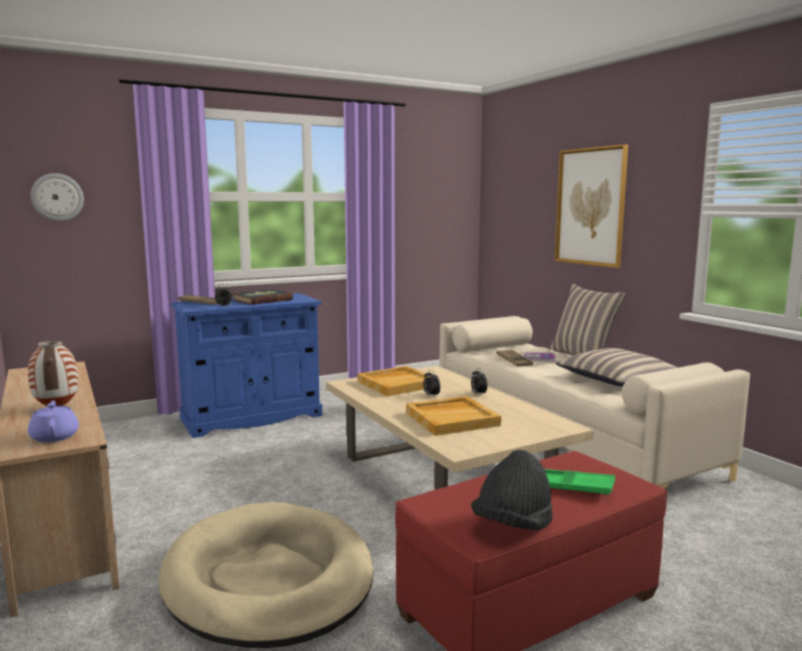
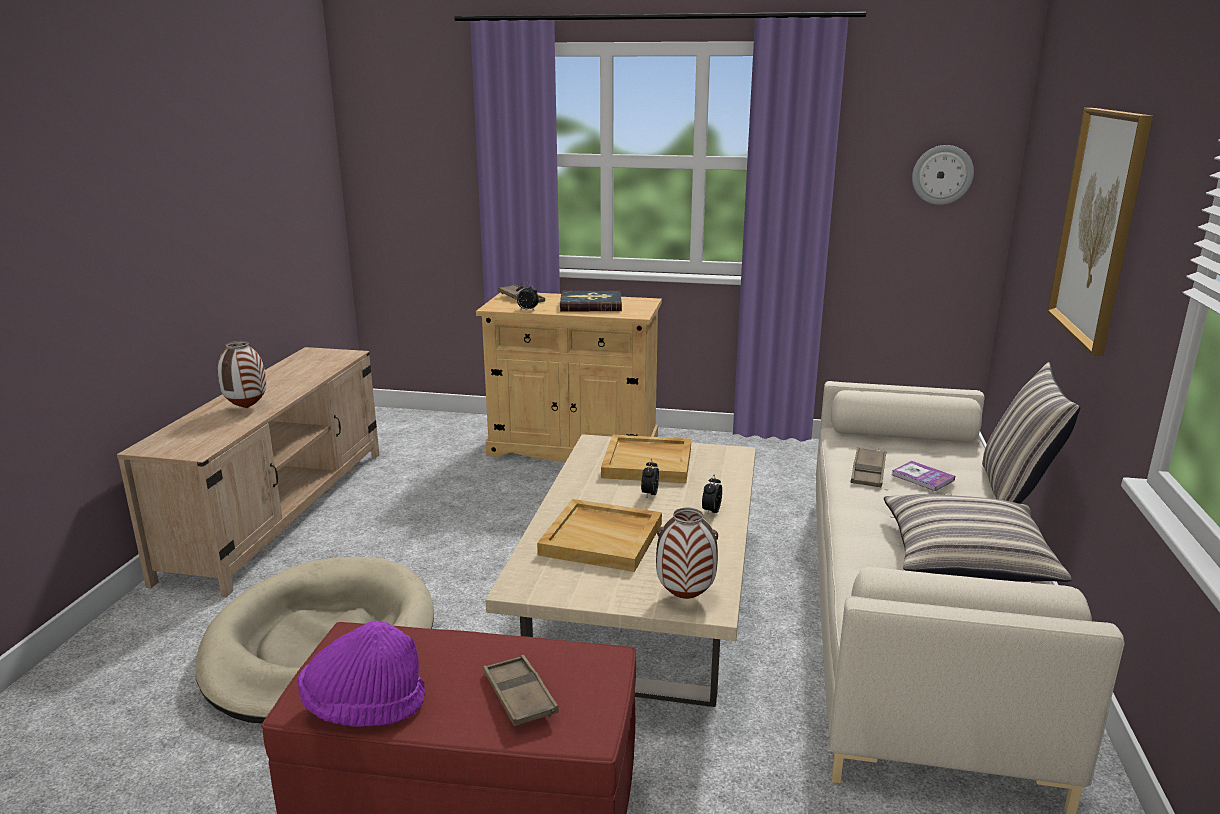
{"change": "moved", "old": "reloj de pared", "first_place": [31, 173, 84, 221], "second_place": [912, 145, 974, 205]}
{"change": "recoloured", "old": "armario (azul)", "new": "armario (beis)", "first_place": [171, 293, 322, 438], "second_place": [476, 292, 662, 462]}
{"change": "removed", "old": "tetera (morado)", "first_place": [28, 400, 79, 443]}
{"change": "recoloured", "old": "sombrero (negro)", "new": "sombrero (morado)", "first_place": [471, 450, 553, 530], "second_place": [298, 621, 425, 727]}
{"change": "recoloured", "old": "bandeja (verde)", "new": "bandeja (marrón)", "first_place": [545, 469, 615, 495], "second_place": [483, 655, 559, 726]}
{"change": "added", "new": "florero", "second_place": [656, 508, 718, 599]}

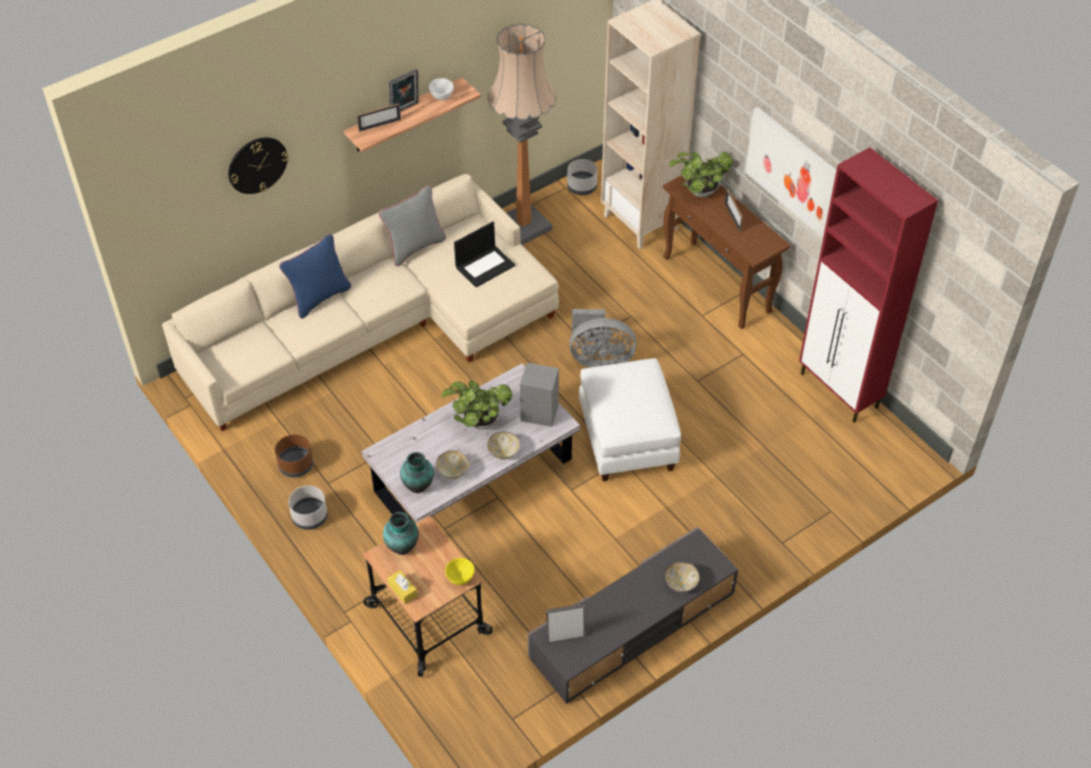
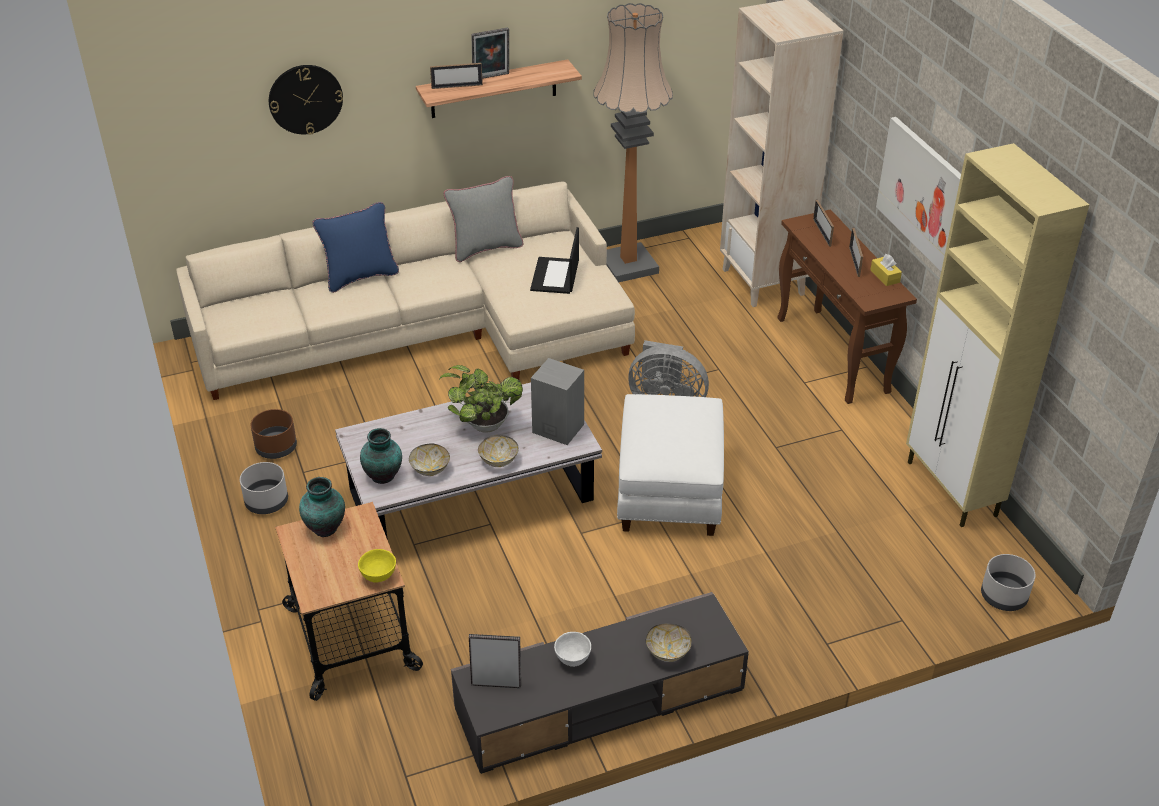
{"change": "moved", "old": "cuenco (blanco)", "first_place": [429, 78, 454, 100], "second_place": [554, 632, 591, 667]}
{"change": "recoloured", "old": "armario (rojo)", "new": "armario (beis)", "first_place": [799, 147, 938, 423], "second_place": [906, 143, 1089, 527]}
{"change": "replaced", "old": "planta en maceta", "new": "portarretratos", "first_place": [669, 152, 733, 198], "second_place": [813, 199, 834, 247]}
{"change": "moved", "old": "maceta (gris)", "first_place": [567, 159, 598, 195], "second_place": [981, 554, 1036, 611]}
{"change": "turned", "old": "portátil", "first_place": [454, 221, 515, 287], "second_place": [530, 227, 579, 294], "degrees": 120}
{"change": "moved", "old": "caja de pañuelos (amarillo)", "first_place": [388, 570, 418, 604], "second_place": [870, 254, 902, 286]}

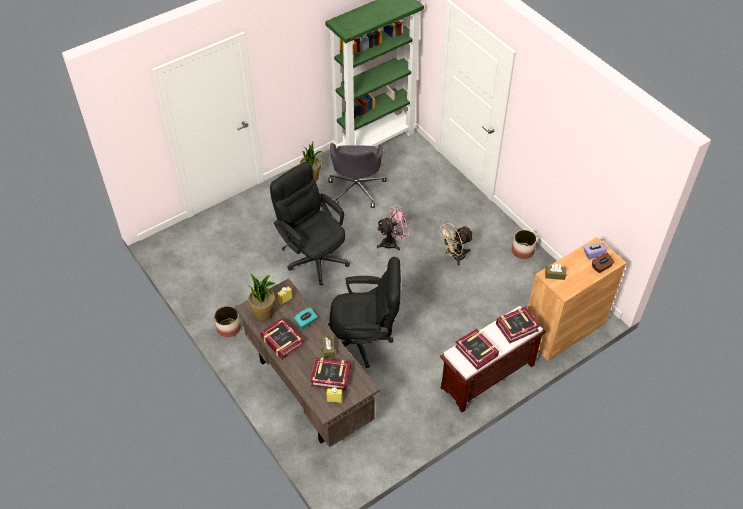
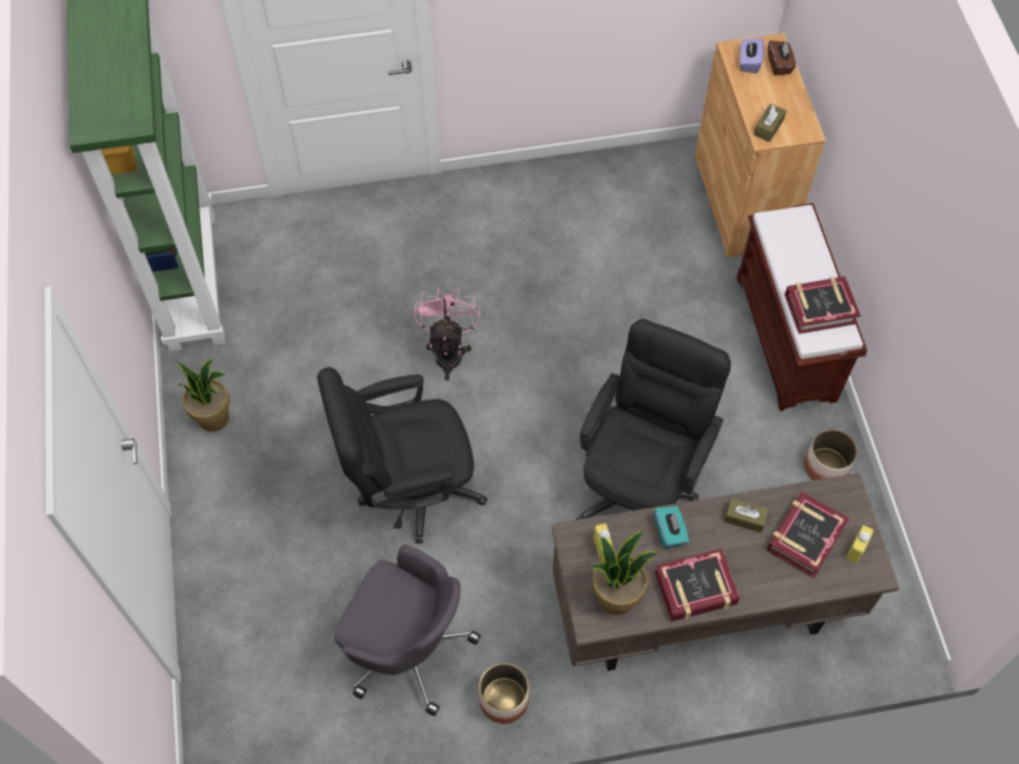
{"change": "moved", "old": "silla de oficina (gris)", "first_place": [328, 143, 386, 208], "second_place": [334, 544, 481, 716]}
{"change": "removed", "old": "ventilador (beis)", "first_place": [439, 223, 473, 265]}
{"change": "moved", "old": "maceta", "first_place": [512, 230, 537, 259], "second_place": [804, 429, 858, 480]}
{"change": "removed", "old": "libro", "first_place": [496, 307, 540, 343]}

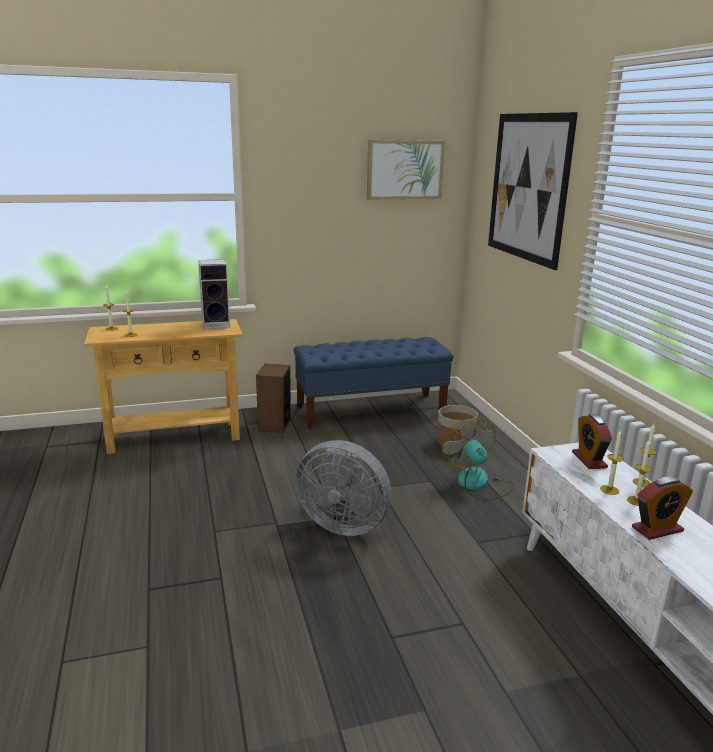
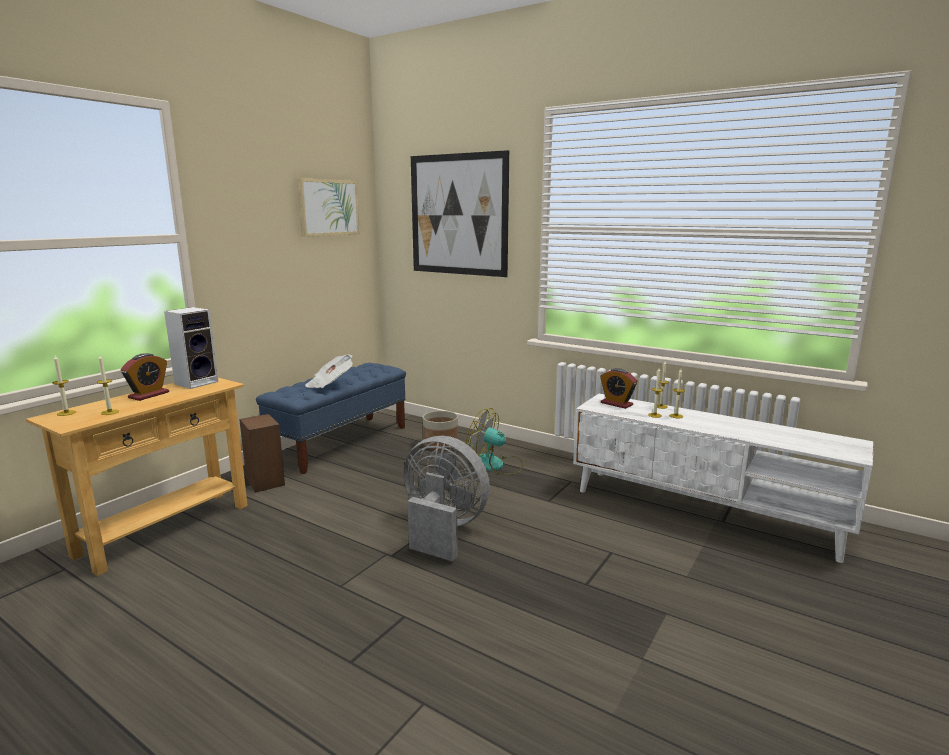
{"change": "turned", "old": "ventilador (gris)", "first_place": [295, 440, 391, 536], "second_place": [403, 436, 490, 561], "degrees": -135}
{"change": "moved", "old": "despertador", "first_place": [632, 477, 693, 540], "second_place": [121, 353, 169, 401]}
{"change": "added", "new": "periódico", "second_place": [305, 354, 353, 388]}

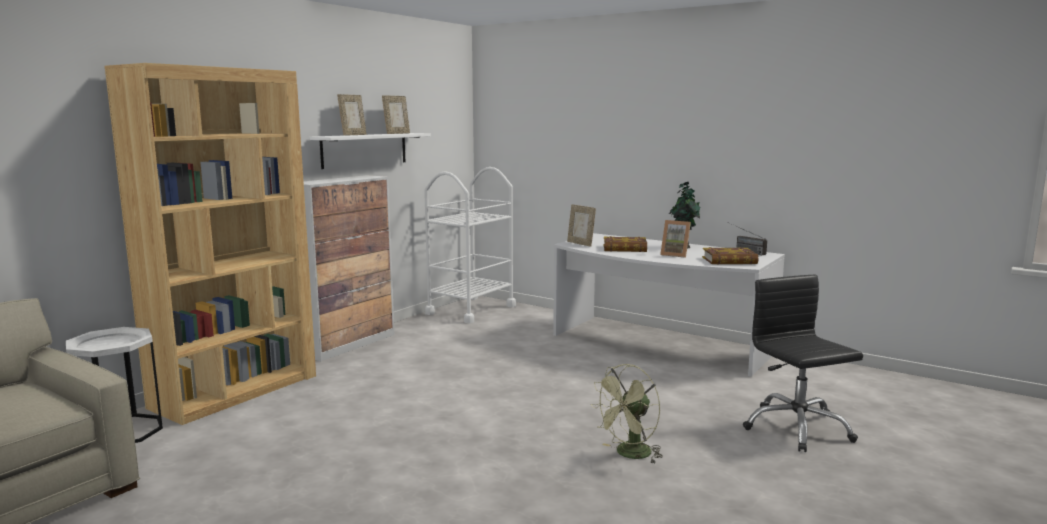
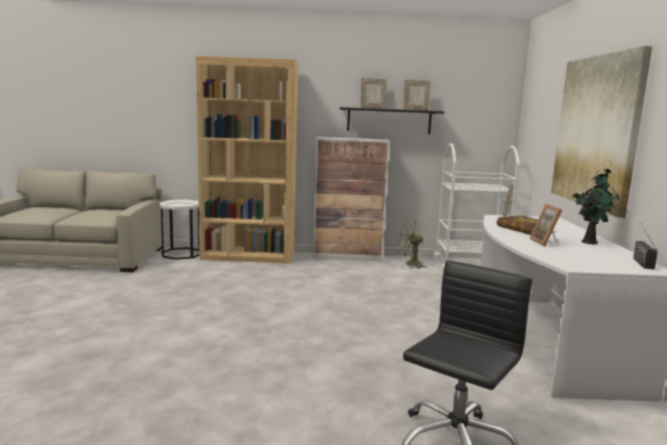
{"change": "recoloured", "old": "estante (blanco)", "new": "estante (negro)", "first_place": [310, 133, 431, 169], "second_place": [340, 107, 444, 134]}
{"change": "removed", "old": "libro", "first_place": [702, 247, 759, 264]}
{"change": "moved", "old": "ventilador (verde)", "first_place": [591, 364, 663, 464], "second_place": [398, 218, 428, 269]}
{"change": "added", "new": "cuadro", "second_place": [551, 46, 652, 218]}

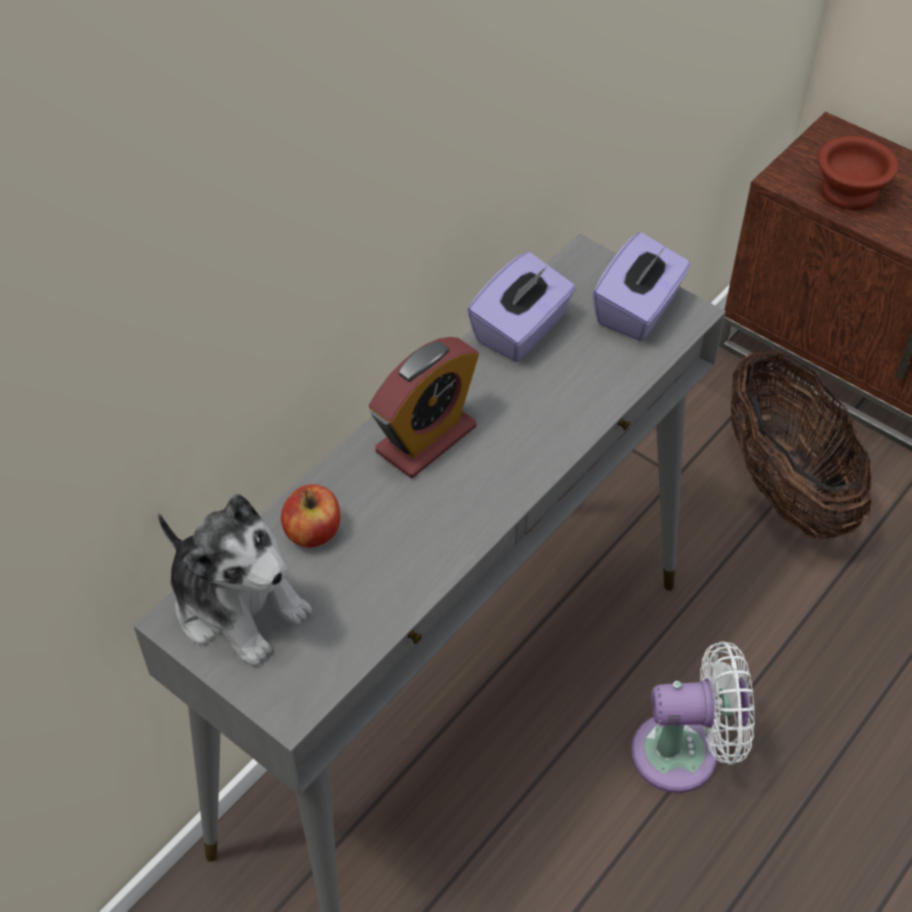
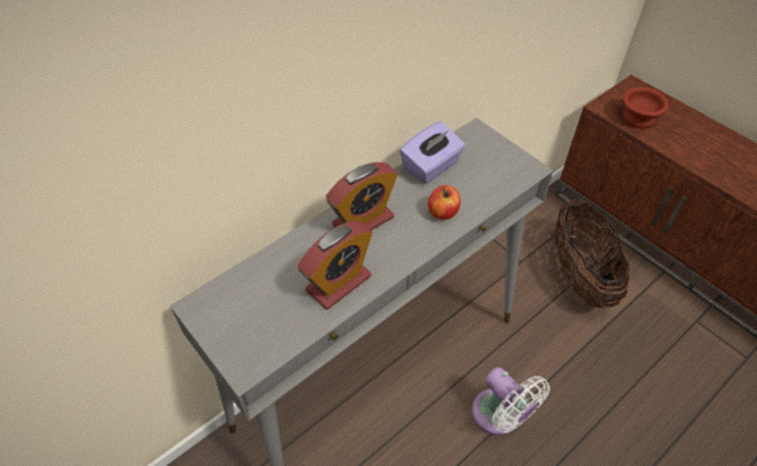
{"change": "removed", "old": "caja de pañuelos (morado)", "first_place": [593, 232, 691, 341]}
{"change": "moved", "old": "manzana", "first_place": [281, 484, 340, 548], "second_place": [428, 185, 460, 220]}
{"change": "removed", "old": "peluche", "first_place": [158, 494, 312, 667]}
{"change": "turned", "old": "ventilador (blanco)", "first_place": [631, 641, 755, 793], "second_place": [472, 367, 550, 435], "degrees": 45}
{"change": "added", "new": "despertador", "second_place": [297, 221, 372, 310]}

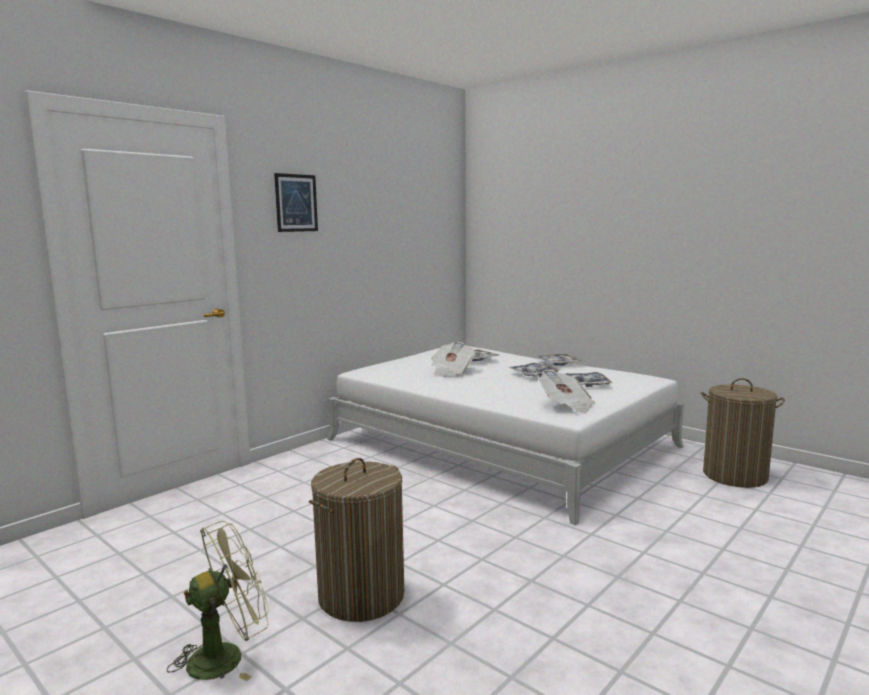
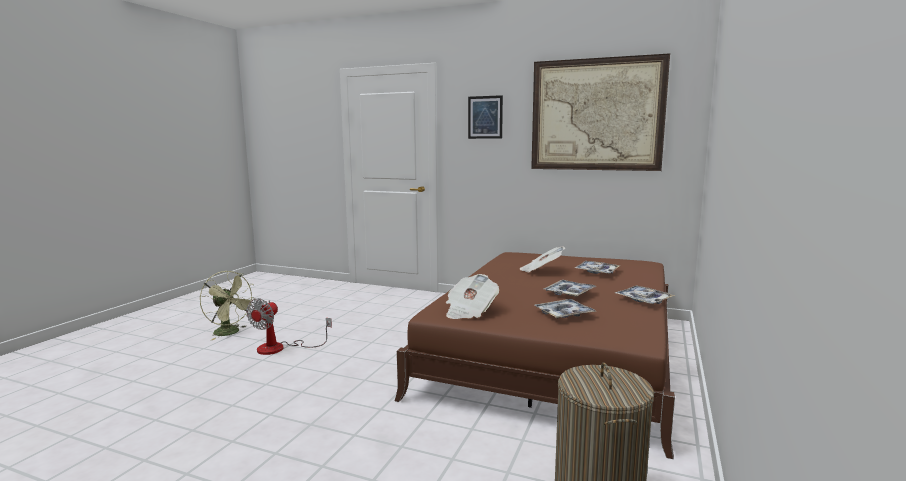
{"change": "recoloured", "old": "cama (blanco)", "new": "cama (marrón)", "first_place": [327, 346, 684, 525], "second_place": [394, 252, 675, 459]}
{"change": "replaced", "old": "cesto de la ropa", "new": "ventilador", "first_place": [309, 458, 404, 622], "second_place": [246, 298, 332, 355]}
{"change": "added", "new": "cuadro", "second_place": [531, 53, 670, 171]}

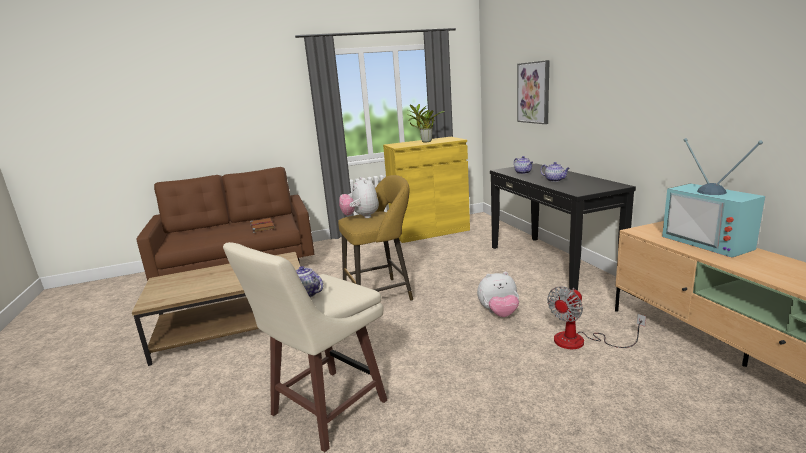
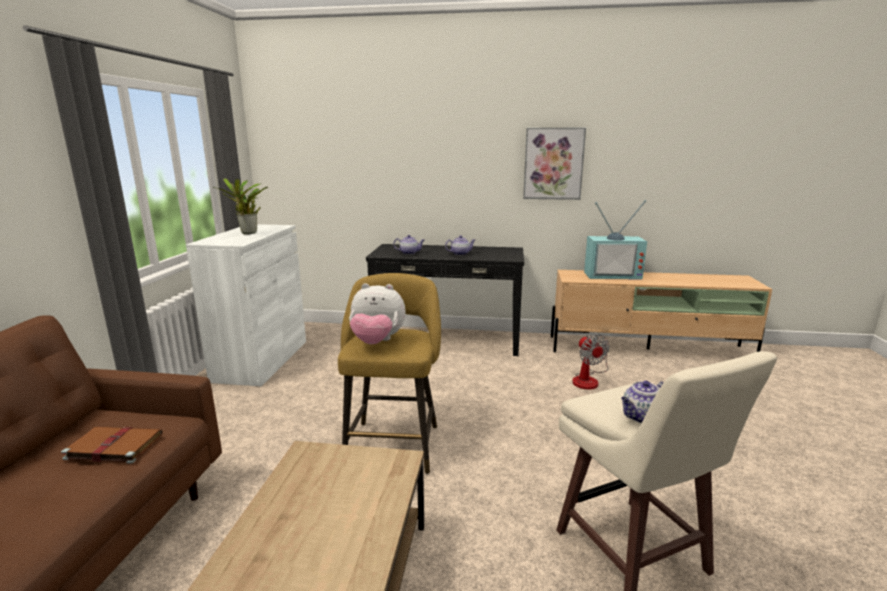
{"change": "moved", "old": "cuadro", "first_place": [517, 60, 550, 124], "second_place": [523, 128, 586, 200]}
{"change": "recoloured", "old": "armario (amarillo)", "new": "armario (blanco)", "first_place": [383, 137, 470, 243], "second_place": [186, 224, 306, 386]}
{"change": "removed", "old": "peluche", "first_place": [477, 272, 519, 317]}

